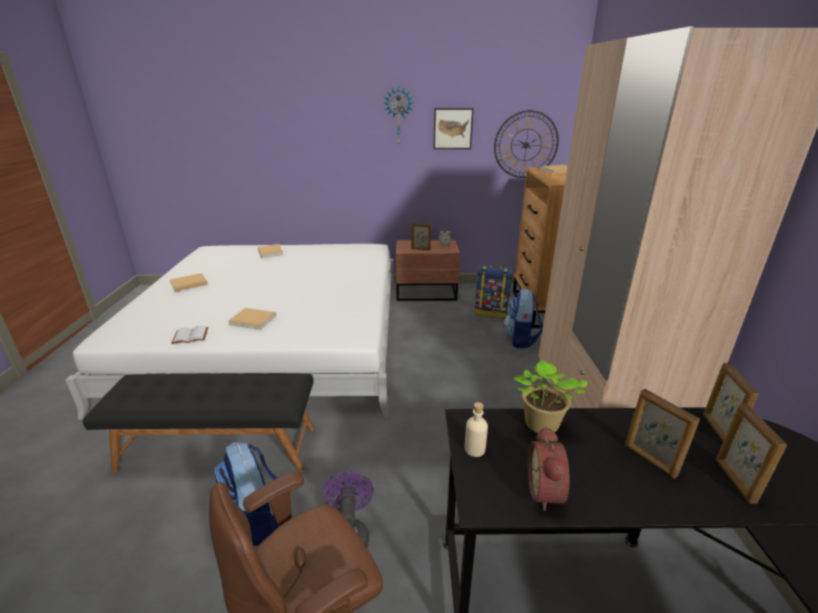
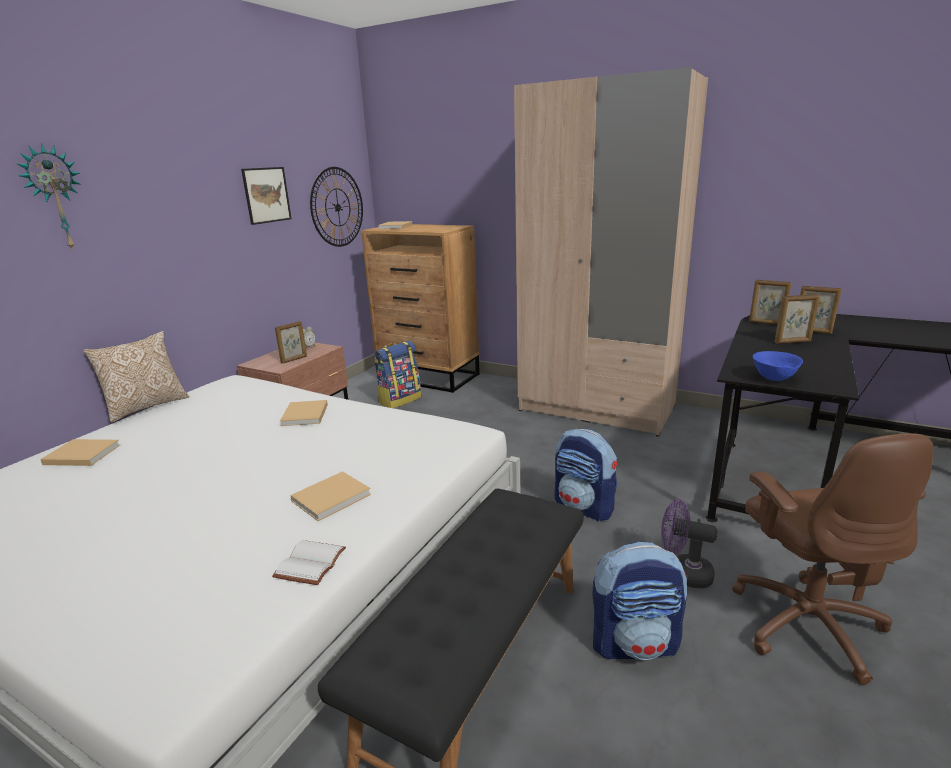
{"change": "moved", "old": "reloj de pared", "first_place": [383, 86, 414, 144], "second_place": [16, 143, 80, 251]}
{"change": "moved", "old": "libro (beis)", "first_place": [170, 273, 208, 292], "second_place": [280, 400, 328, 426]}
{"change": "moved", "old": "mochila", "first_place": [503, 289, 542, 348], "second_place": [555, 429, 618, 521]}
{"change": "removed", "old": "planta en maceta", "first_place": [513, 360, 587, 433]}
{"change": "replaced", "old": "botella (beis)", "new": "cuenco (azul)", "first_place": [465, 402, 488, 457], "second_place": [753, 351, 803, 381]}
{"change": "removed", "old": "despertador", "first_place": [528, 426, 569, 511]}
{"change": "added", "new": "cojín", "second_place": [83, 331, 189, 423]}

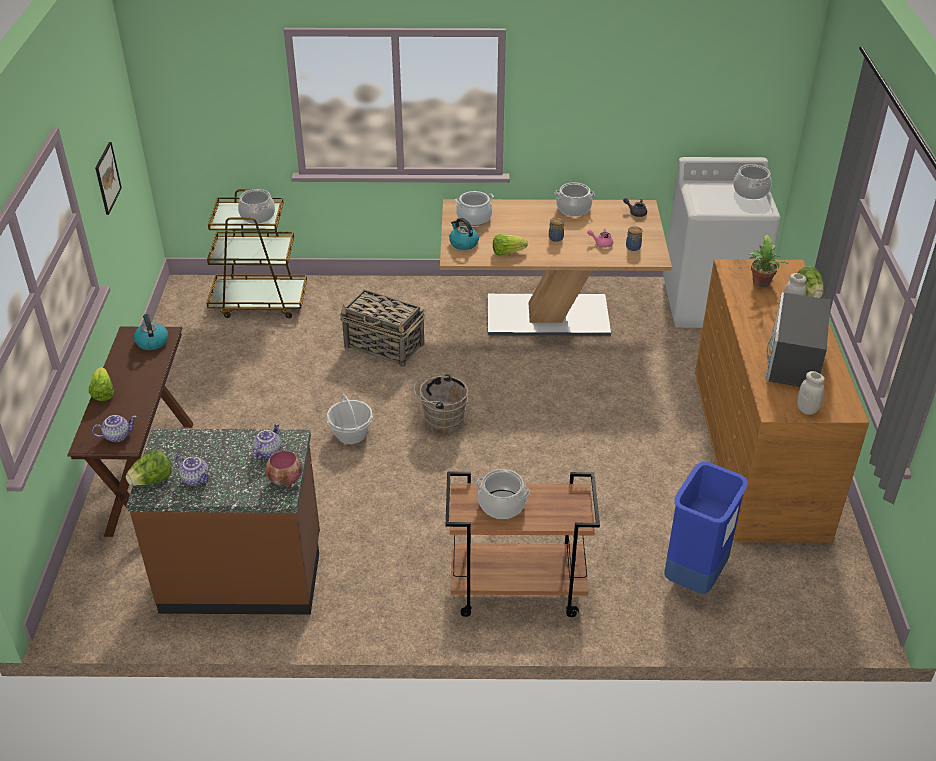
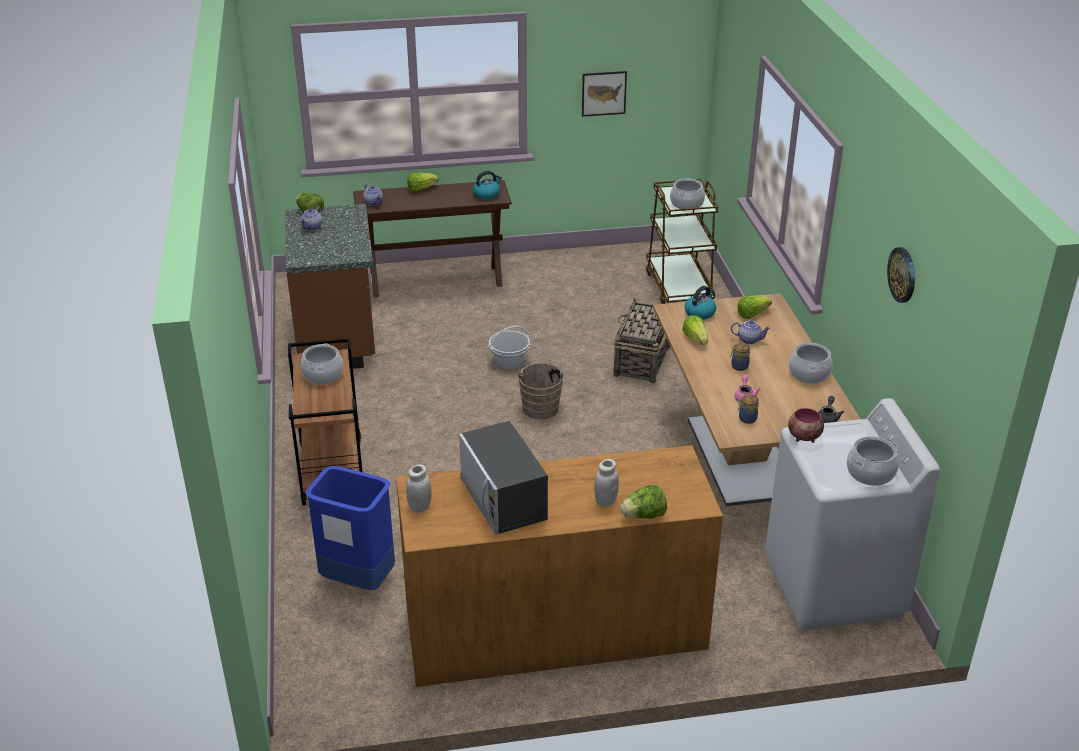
{"change": "replaced", "old": "olla", "new": "lechuga", "first_place": [455, 191, 494, 226], "second_place": [738, 295, 772, 319]}
{"change": "removed", "old": "planta en maceta", "first_place": [749, 235, 789, 287]}
{"change": "turned", "old": "microondas", "first_place": [765, 292, 831, 387], "second_place": [459, 421, 548, 535], "degrees": -120}
{"change": "moved", "old": "tetera", "first_place": [253, 423, 281, 460], "second_place": [731, 320, 771, 344]}
{"change": "moved", "old": "cuenco", "first_place": [265, 450, 303, 487], "second_place": [788, 408, 824, 443]}
{"change": "added", "new": "reloj de pared", "second_place": [887, 247, 915, 303]}

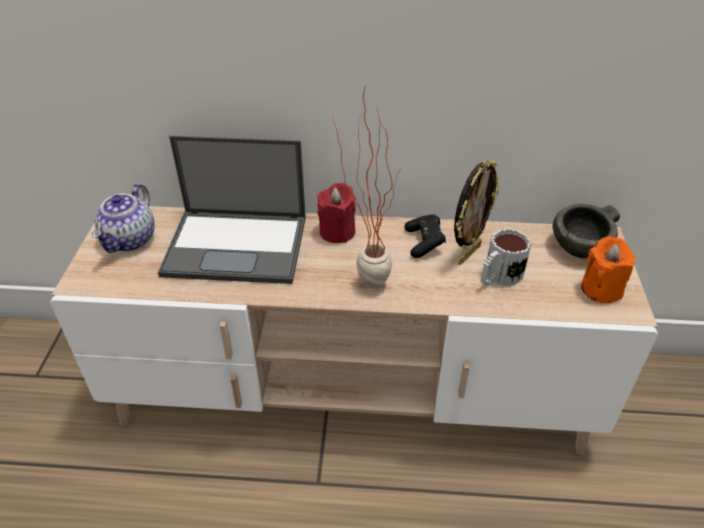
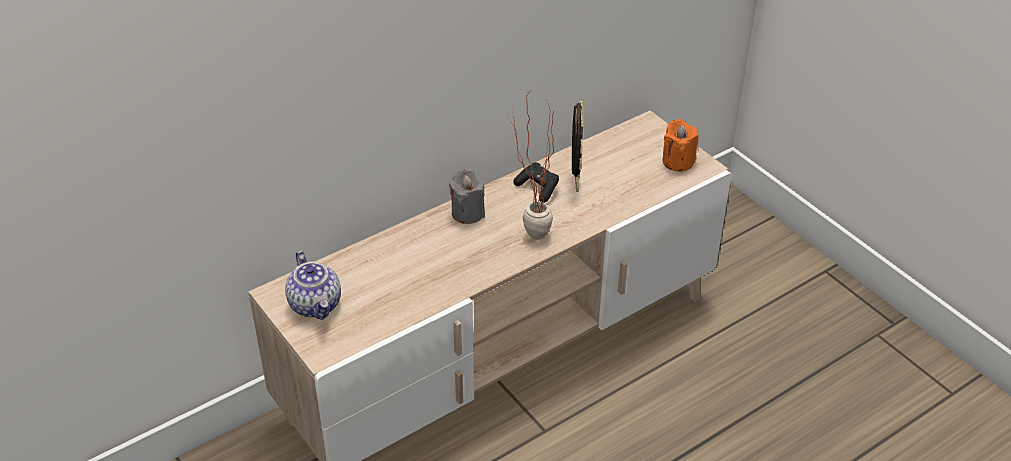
{"change": "removed", "old": "portátil", "first_place": [158, 135, 306, 284]}
{"change": "recoloured", "old": "vela (rojo)", "new": "vela (gris)", "first_place": [317, 183, 356, 243], "second_place": [449, 169, 485, 224]}
{"change": "removed", "old": "cuenco (gris)", "first_place": [553, 204, 620, 259]}
{"change": "removed", "old": "taza grande", "first_place": [481, 228, 531, 286]}

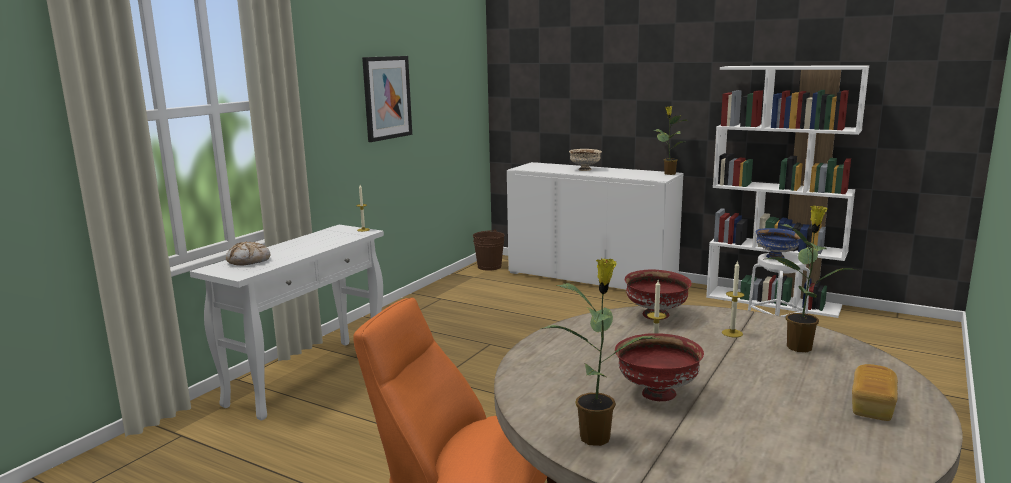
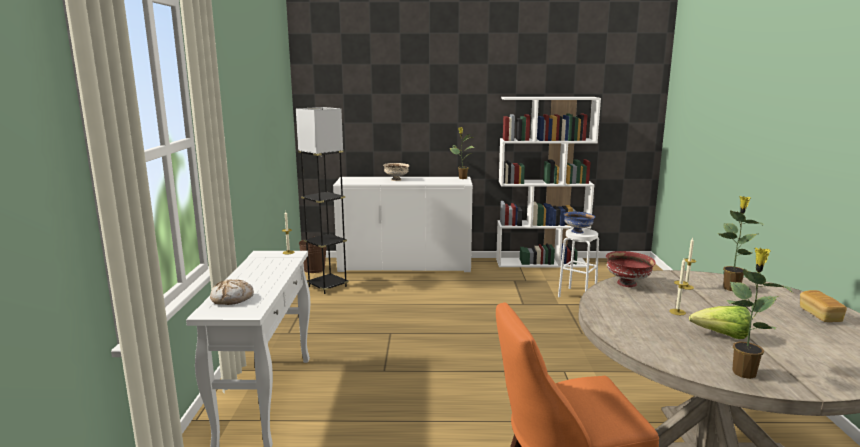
{"change": "removed", "old": "cuadro", "first_place": [362, 56, 412, 142]}
{"change": "replaced", "old": "cuenco (rojo)", "new": "lechuga", "first_place": [615, 333, 704, 401], "second_place": [689, 306, 751, 339]}
{"change": "added", "new": "lámpara de pie (gris)", "second_place": [296, 107, 349, 294]}

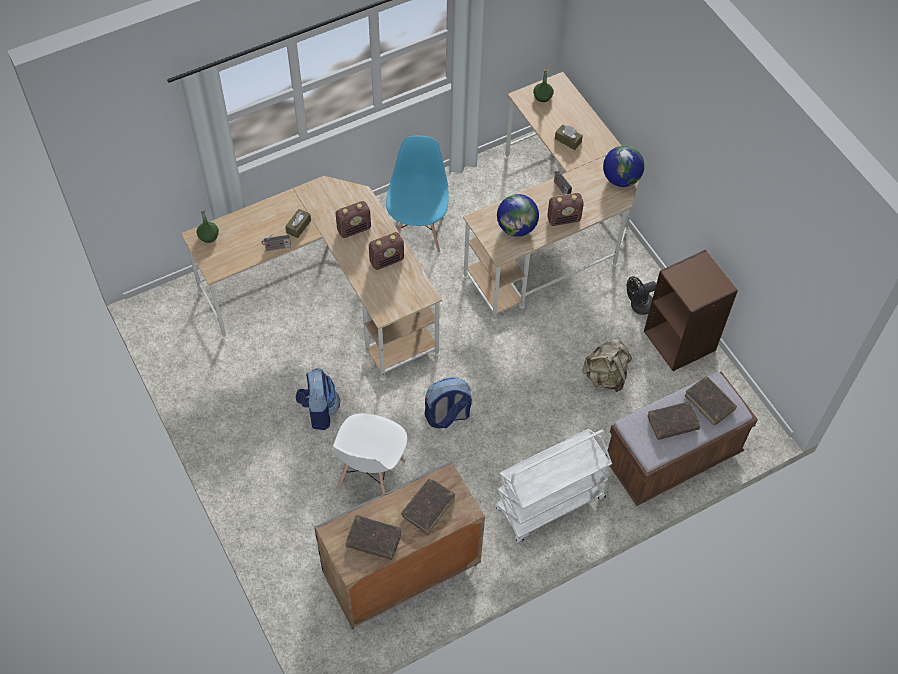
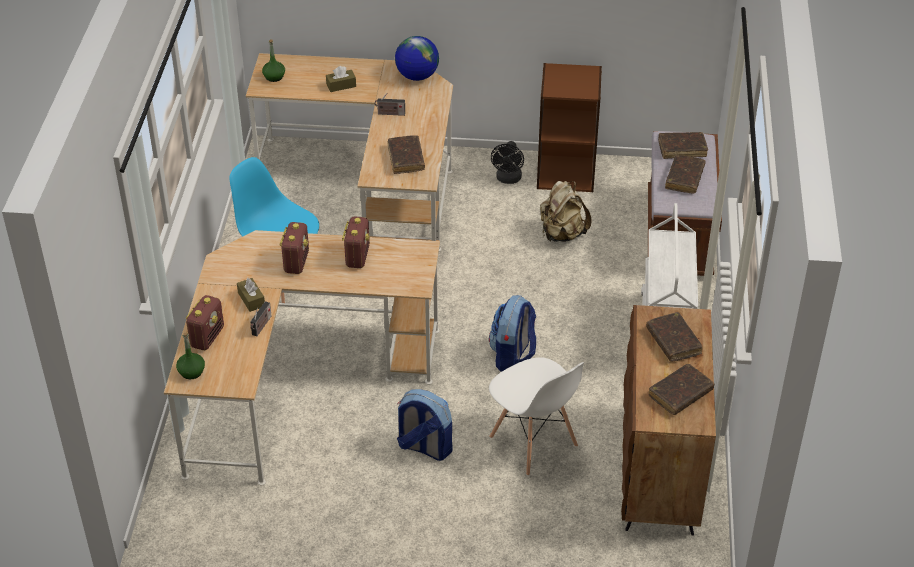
{"change": "moved", "old": "radio", "first_place": [547, 193, 584, 226], "second_place": [186, 295, 224, 350]}
{"change": "replaced", "old": "globo terráqueo", "new": "libro (marrón)", "first_place": [497, 194, 539, 236], "second_place": [388, 135, 425, 174]}
{"change": "recoloured", "old": "armario (gris)", "new": "armario (marrón)", "first_place": [314, 461, 485, 629], "second_place": [621, 305, 716, 536]}

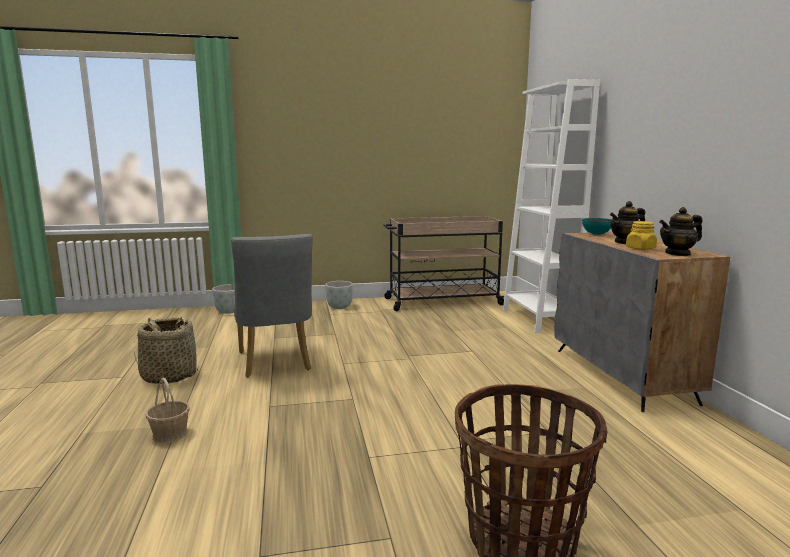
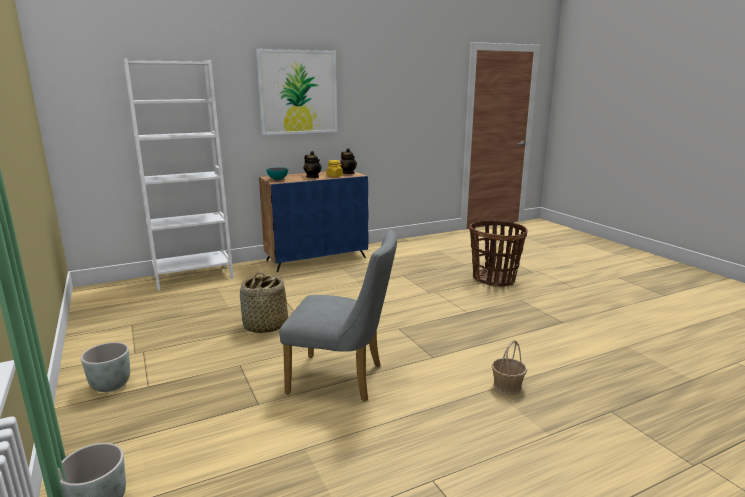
{"change": "removed", "old": "carrito (beis)", "first_place": [383, 216, 504, 311]}
{"change": "recoloured", "old": "armario (gris)", "new": "armario (azul)", "first_place": [554, 232, 730, 412], "second_place": [259, 171, 368, 272]}
{"change": "turned", "old": "silla (gris)", "first_place": [231, 234, 313, 378], "second_place": [279, 230, 397, 402], "degrees": 45}
{"change": "moved", "old": "cesta", "first_place": [134, 317, 199, 384], "second_place": [240, 272, 288, 333]}
{"change": "added", "new": "cuadro", "second_place": [256, 49, 337, 135]}

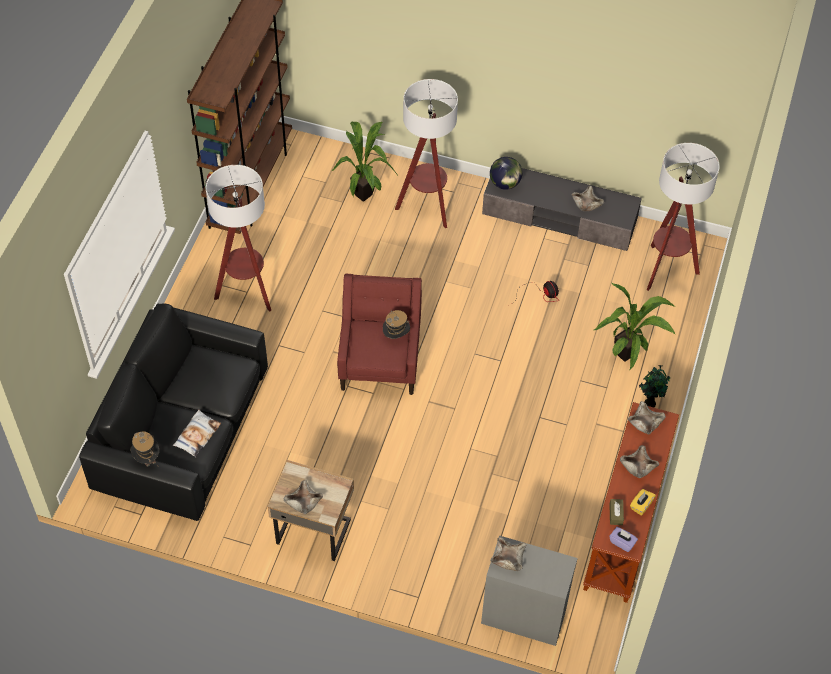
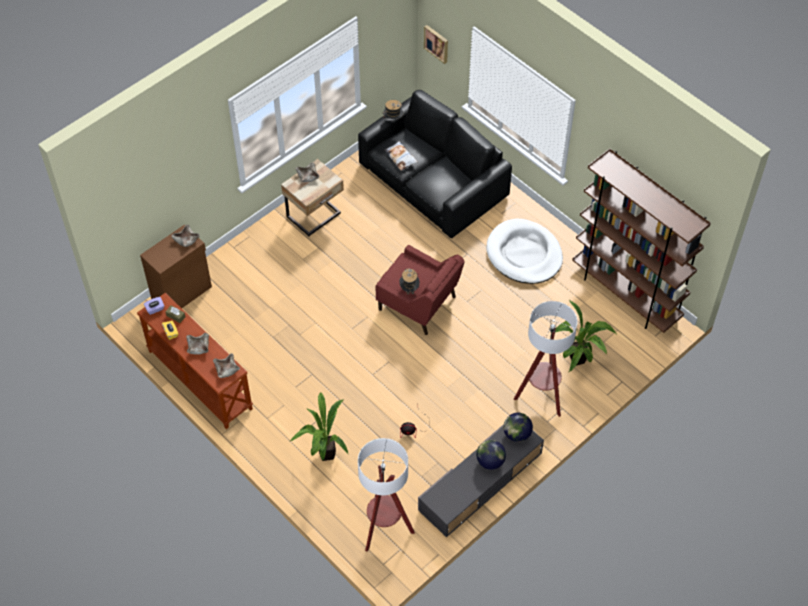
{"change": "replaced", "old": "lámpara de pie", "new": "cama para perro (blanco)", "first_place": [206, 165, 271, 311], "second_place": [487, 219, 563, 284]}
{"change": "removed", "old": "cuenco (beis)", "first_place": [571, 186, 604, 211]}
{"change": "removed", "old": "planta en maceta", "first_place": [639, 365, 671, 408]}
{"change": "recoloured", "old": "armario (gris)", "new": "armario (marrón)", "first_place": [481, 535, 578, 646], "second_place": [140, 225, 212, 308]}
{"change": "added", "new": "cuadro", "second_place": [424, 25, 448, 64]}
{"change": "added", "new": "globo terráqueo", "second_place": [476, 440, 506, 470]}

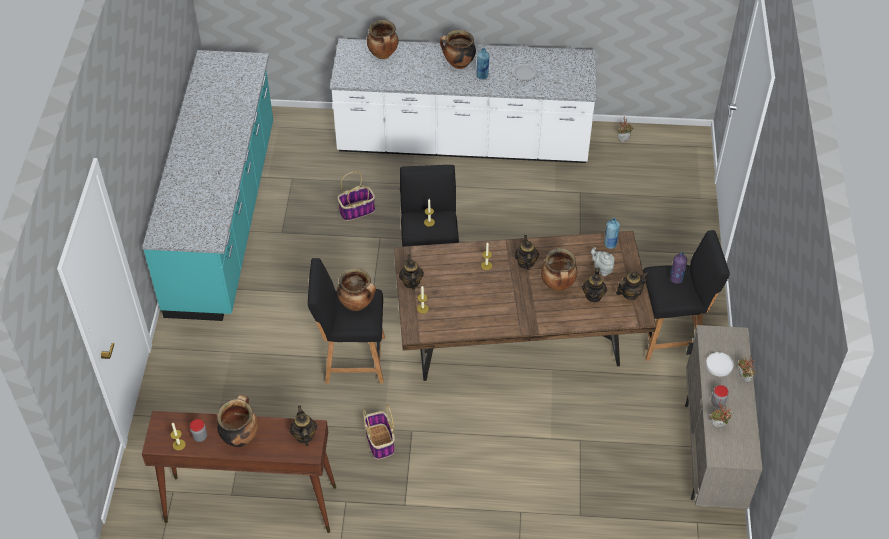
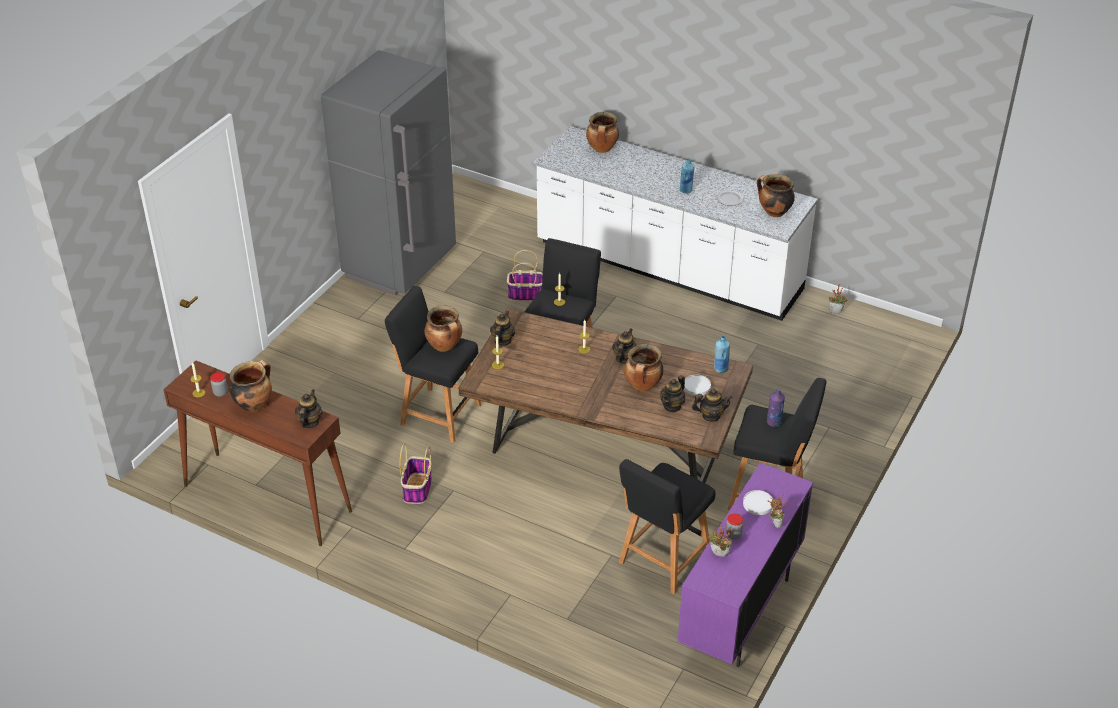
{"change": "moved", "old": "olla", "first_place": [440, 30, 476, 69], "second_place": [757, 174, 795, 217]}
{"change": "replaced", "old": "mueble bajo de cocina (turquesa)", "new": "nevera (gris)", "first_place": [142, 50, 273, 321], "second_place": [321, 50, 456, 295]}
{"change": "replaced", "old": "tetera (gris)", "new": "plato (blanco)", "first_place": [591, 247, 615, 276], "second_place": [684, 375, 711, 396]}
{"change": "recoloured", "old": "armario (beis)", "new": "armario (morado)", "first_place": [685, 325, 763, 509], "second_place": [678, 463, 813, 667]}
{"change": "added", "new": "taburete (negro)", "second_place": [619, 459, 715, 594]}

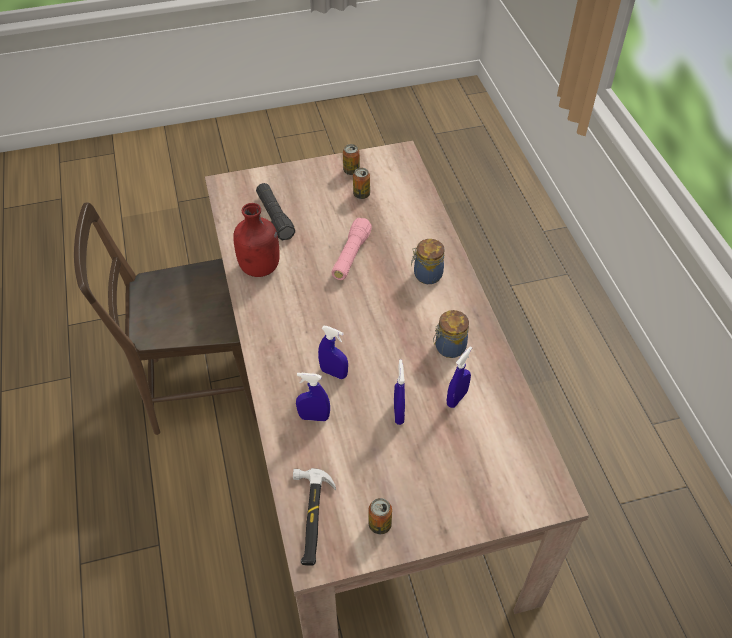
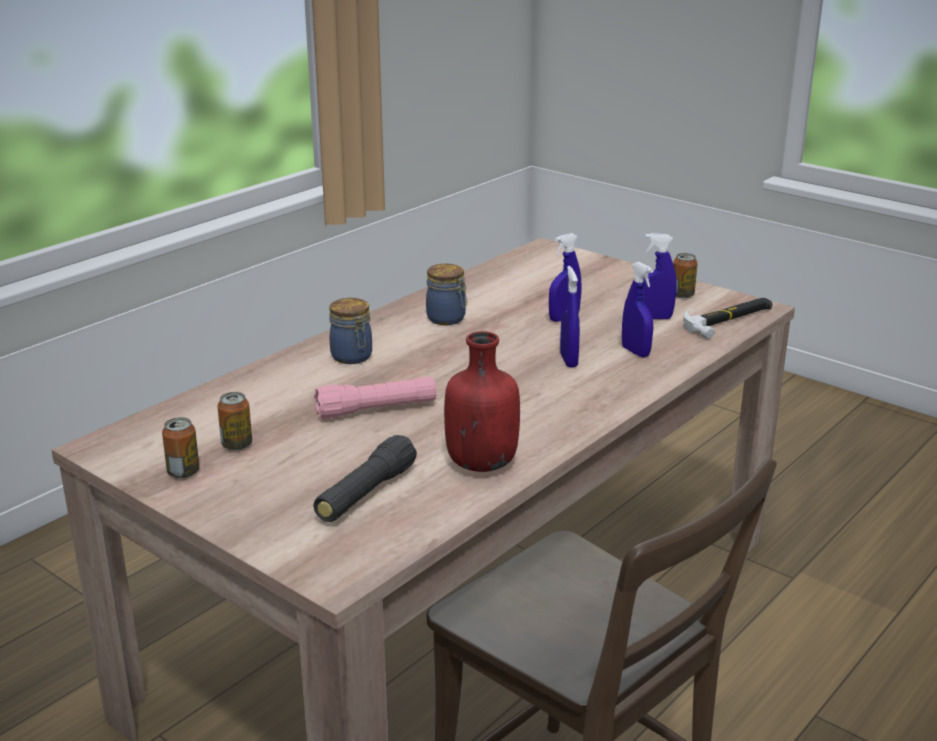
{"change": "moved", "old": "pulverizador (azul)", "first_place": [446, 346, 472, 408], "second_place": [642, 233, 677, 319]}

